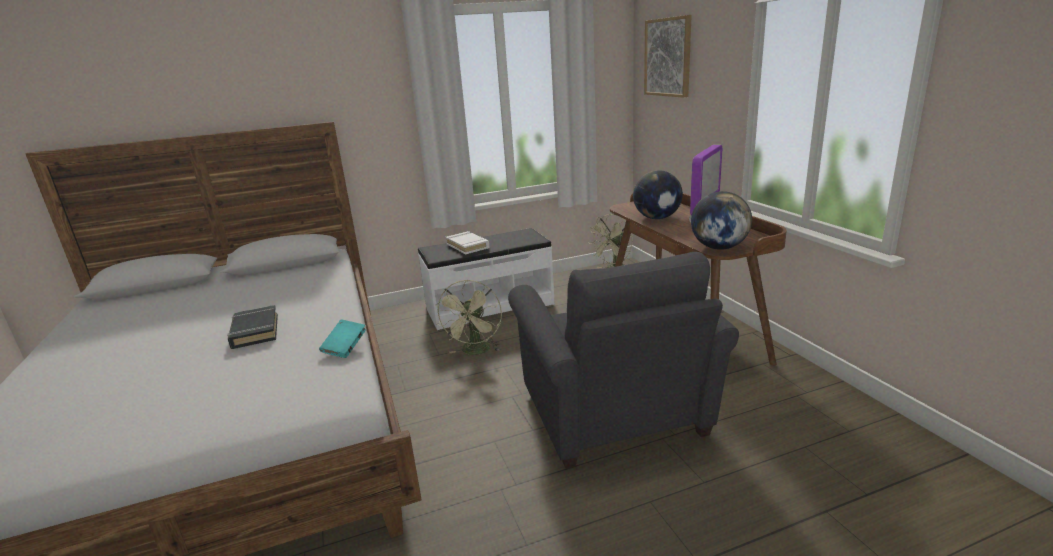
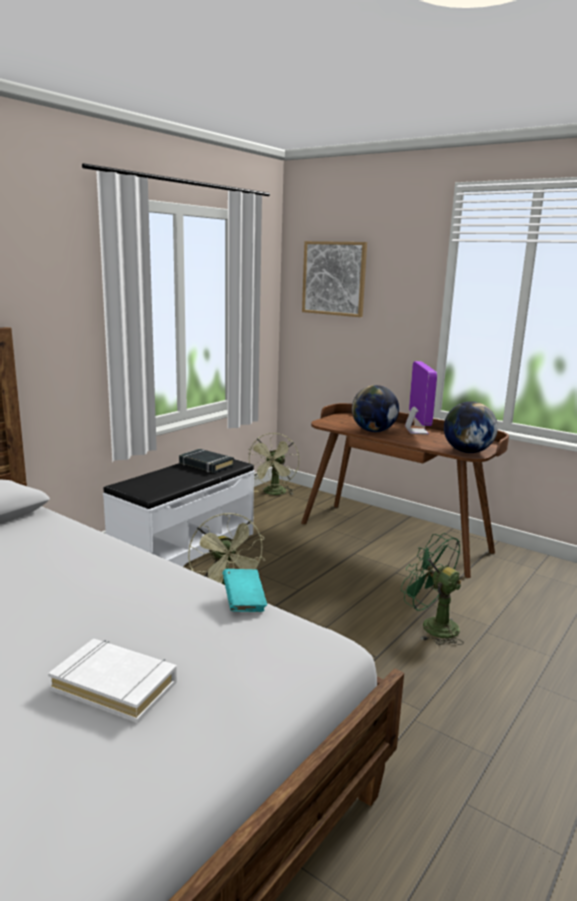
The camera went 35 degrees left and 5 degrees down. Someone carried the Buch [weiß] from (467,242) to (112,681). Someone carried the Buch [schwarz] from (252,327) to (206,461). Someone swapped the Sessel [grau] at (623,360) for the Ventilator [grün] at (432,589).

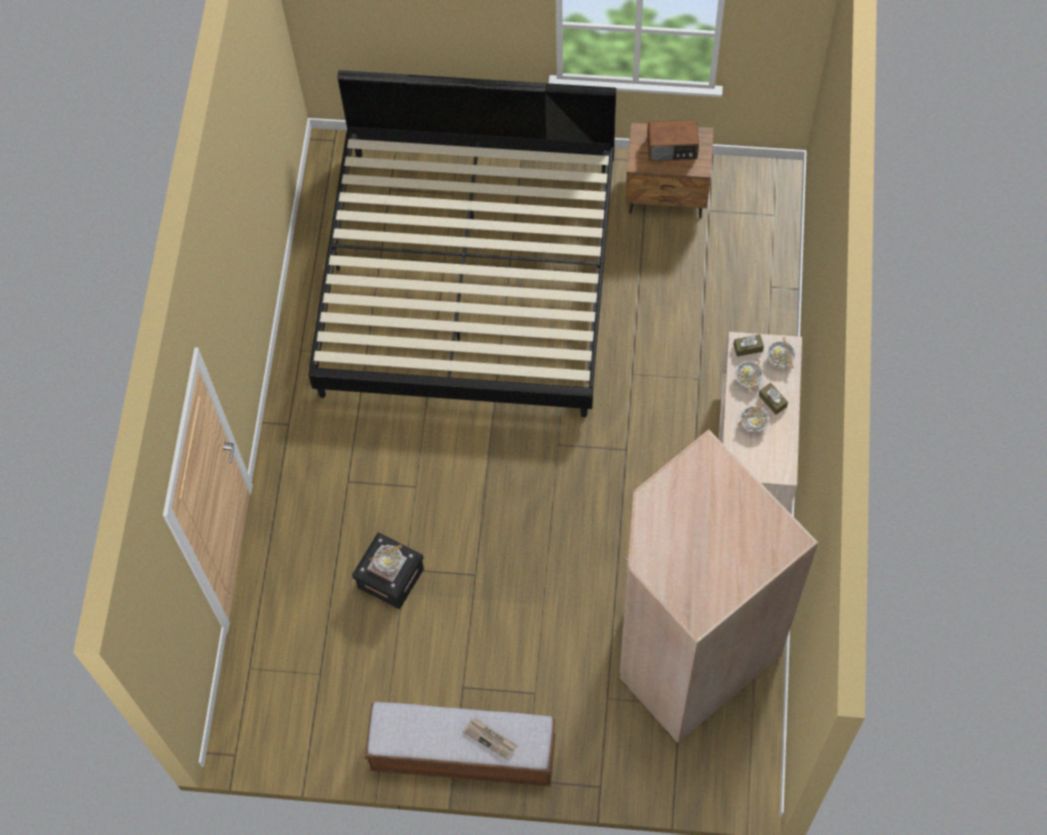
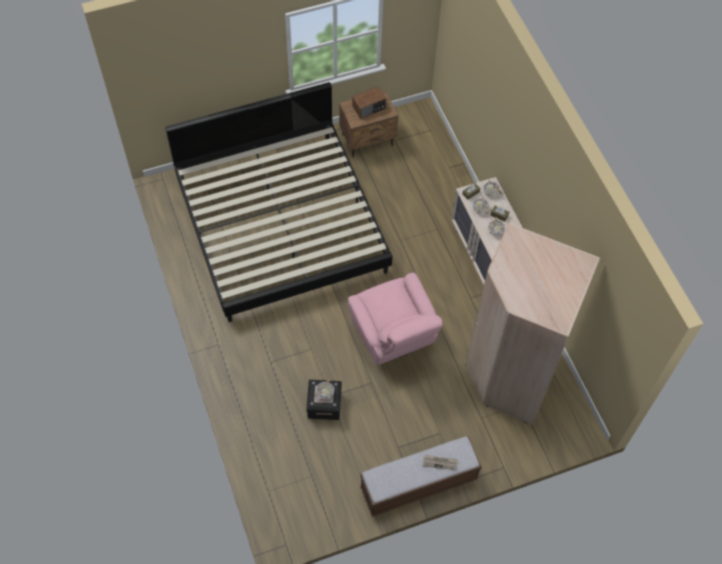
The camera went 30 degrees left and 5 degrees down. Someone put down the Sessel [rosa] at (395,319).

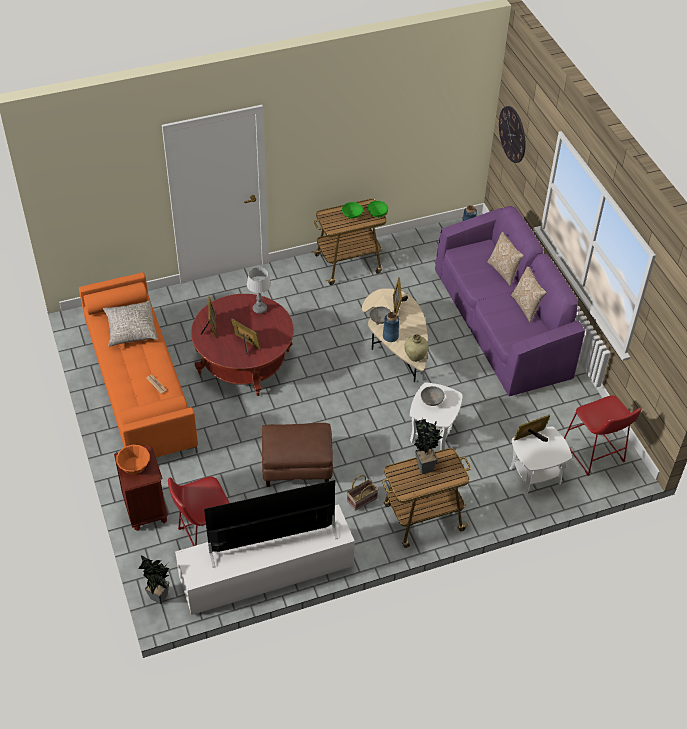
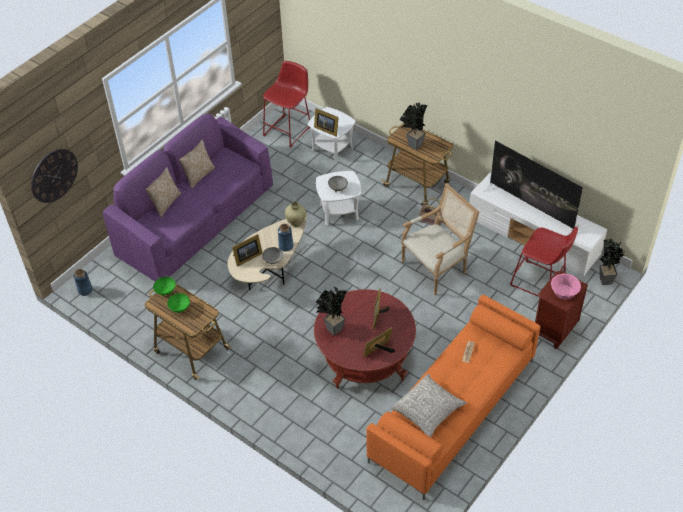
The camera went 120 degrees left and 0 degrees up. Someone swapped the Tischlampe at (259,290) for the Topfpflanze at (331,311). Someone swapped the Polsterhocker [braun] at (297,455) for the Sessel at (440,239). Someone repainted the Schüssel [orange] at (133,460), which became the Schüssel [rosa] at (566,287).

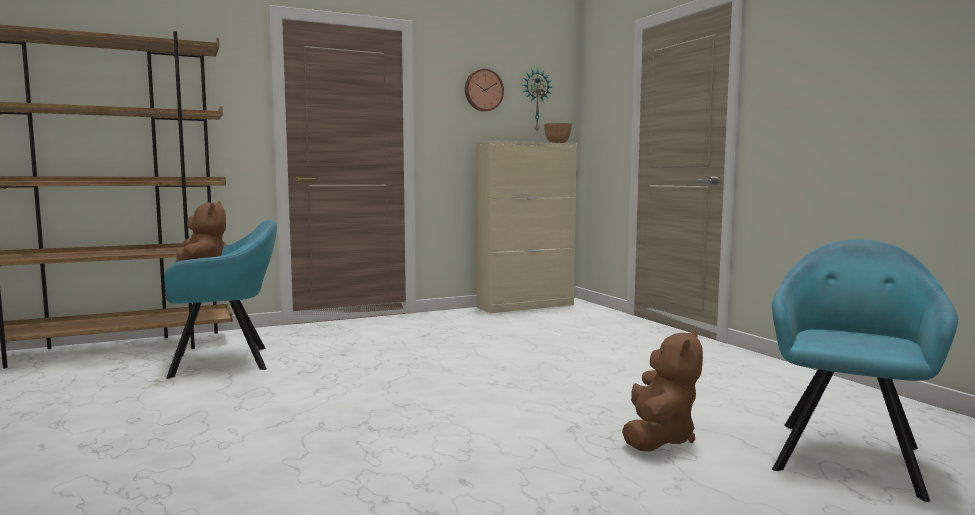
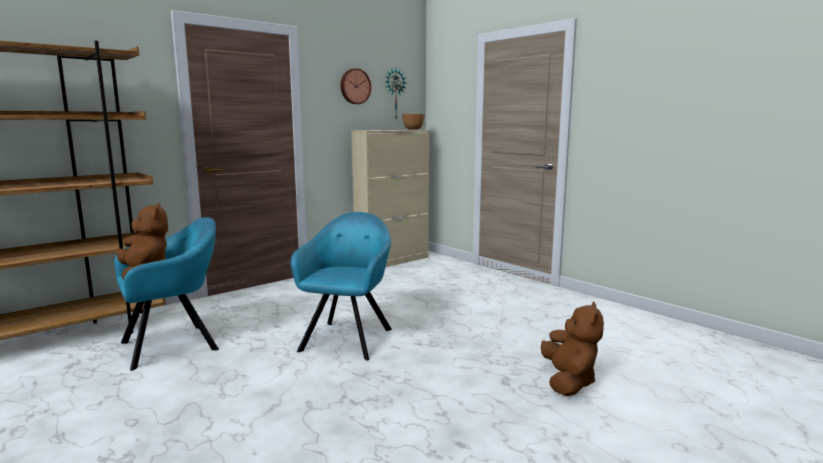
The camera went 15 degrees left and 5 degrees up. Someone carried the Sessel [türkis] from (865,370) to (341,286).

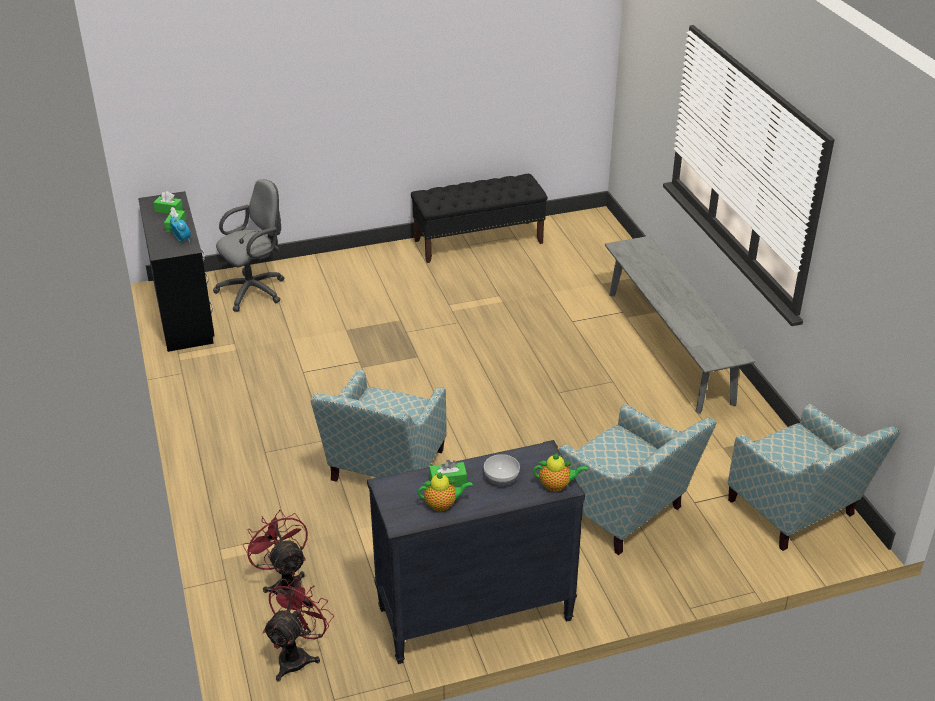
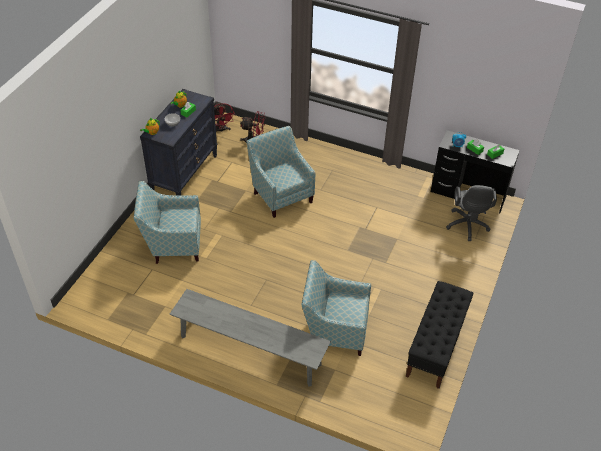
The camera went 130 degrees right and 10 degrees up. Someone carried the Sessel from (813,477) to (336,308).

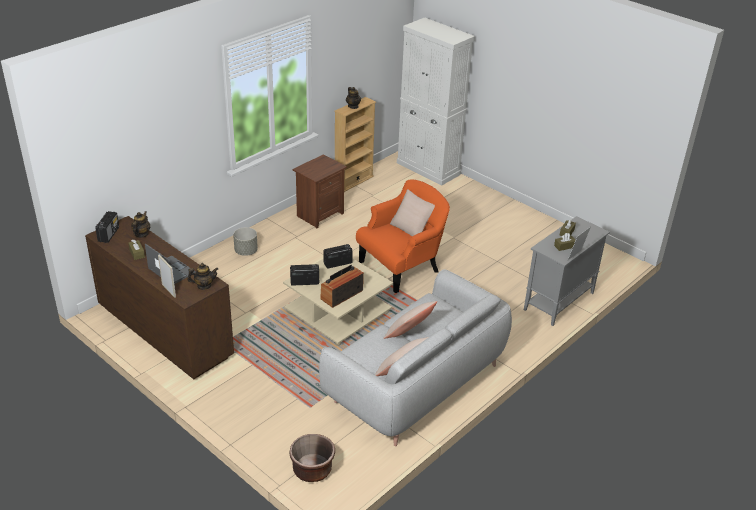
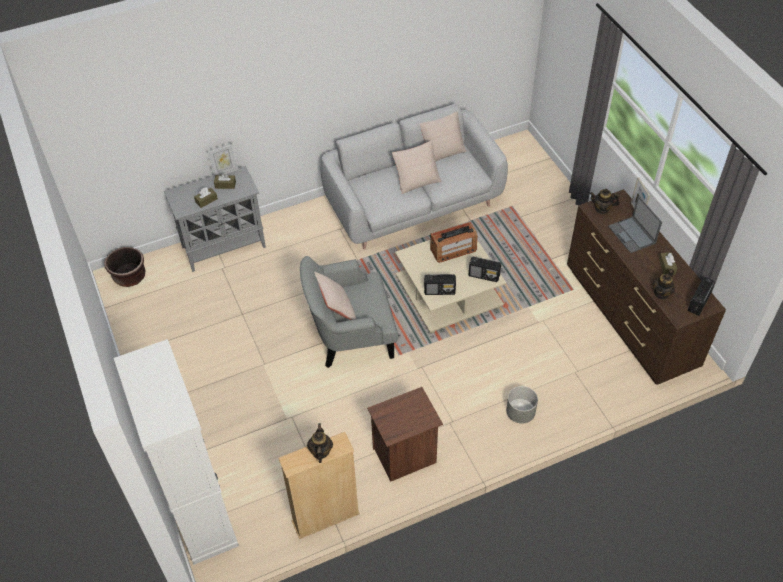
The camera went 155 degrees left and 15 degrees up. Someone carried the Pflanzkübel [braun] from (312,458) to (124,267). Someone repainted the Sessel [orange] at (403,236), which became the Sessel [grau] at (349,312).

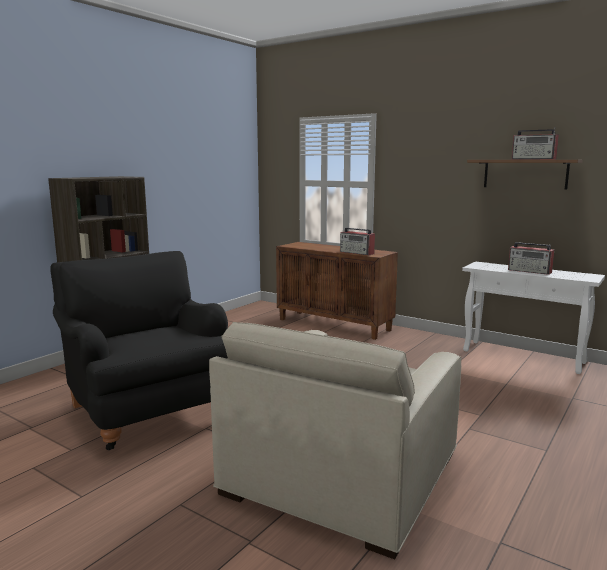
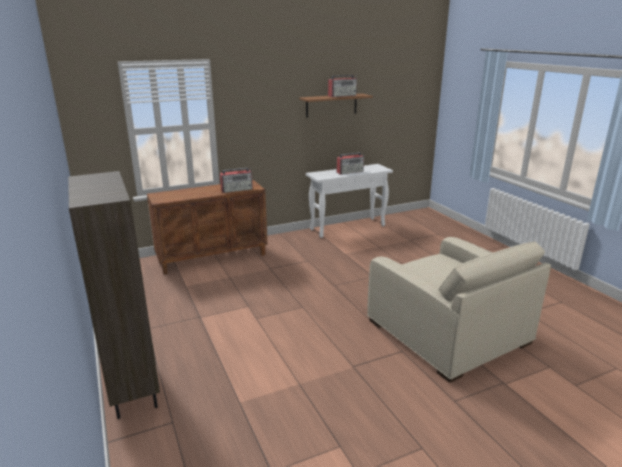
The camera went 60 degrees left and 10 degrees up. Someone took away the Sessel [schwarz] at (139,350).

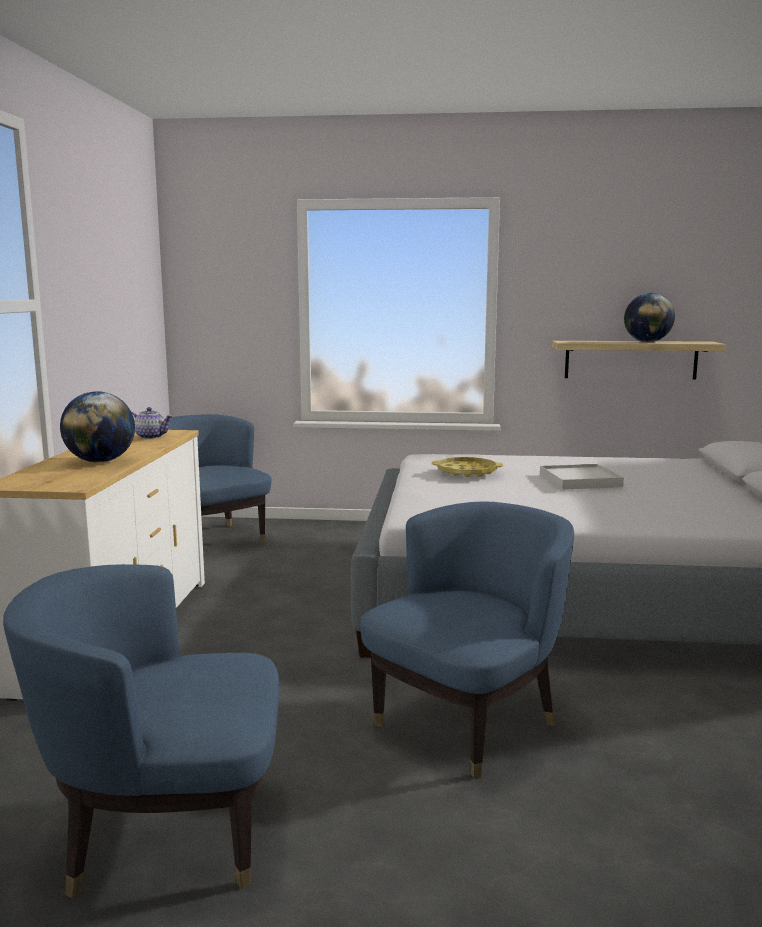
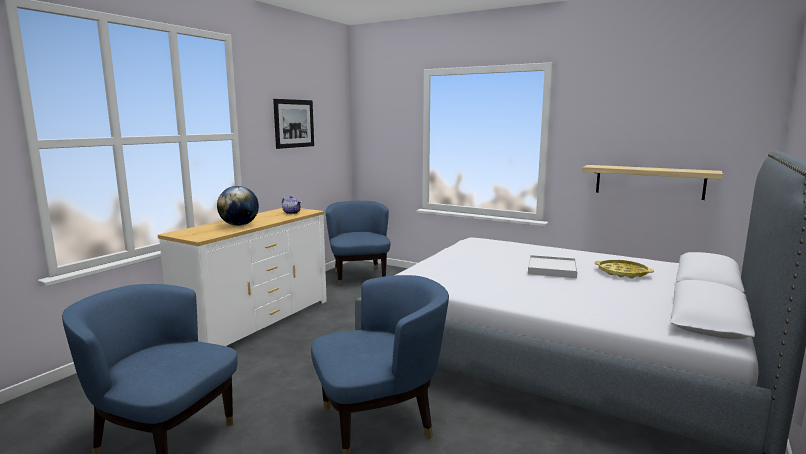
The camera went 25 degrees right and 0 degrees up. Someone put up the Bild at (293,124). Someone carried the Tablett [gelb] from (467,467) to (624,269). Someone took away the Globus at (649,317).

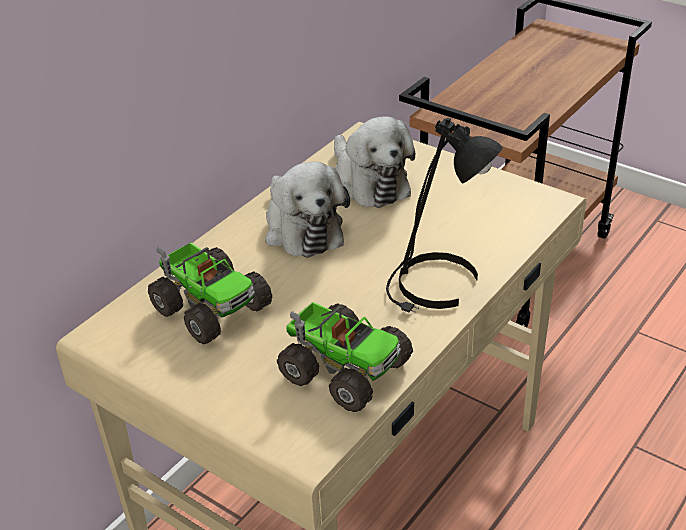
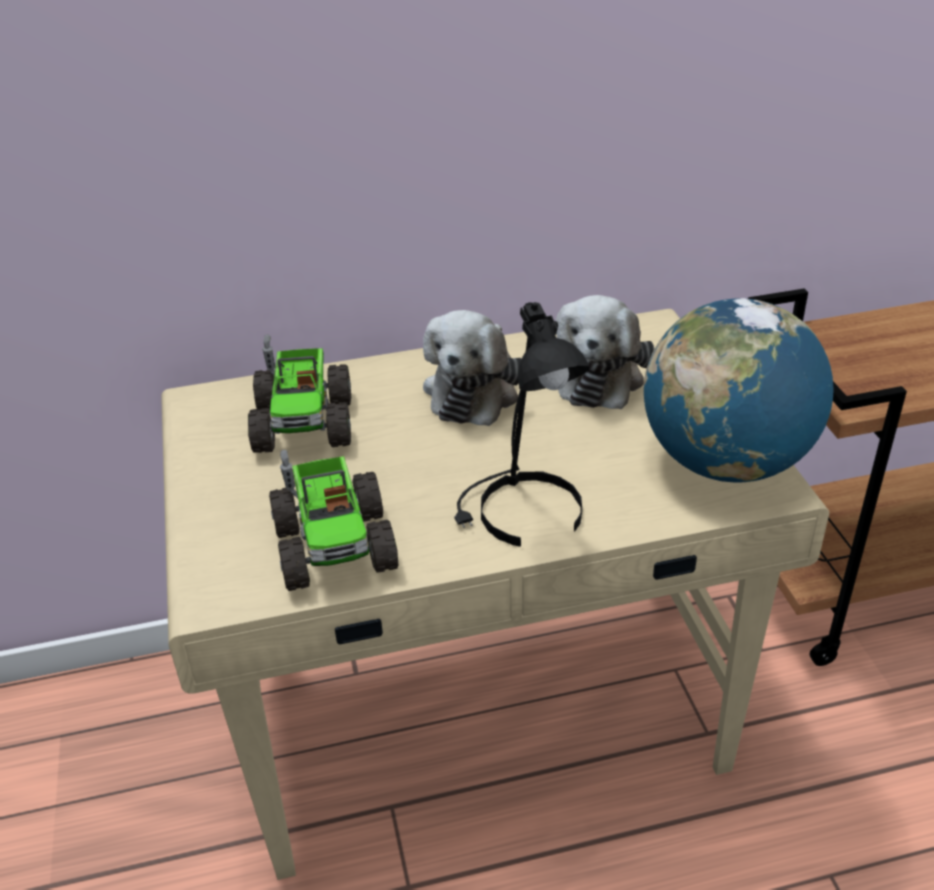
The camera went 40 degrees right and 0 degrees up. Someone put down the Globus at (739,390).

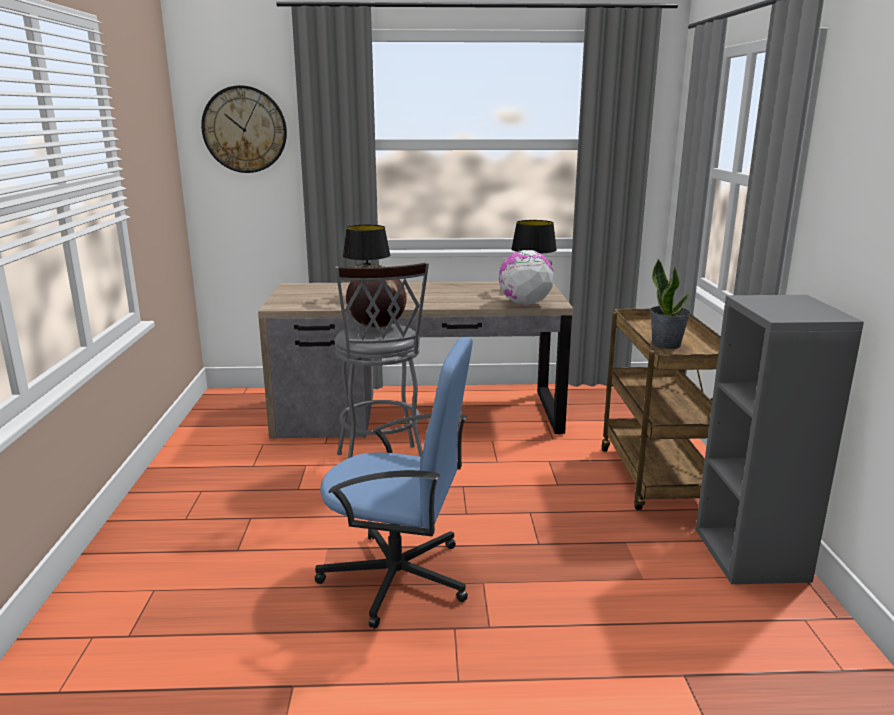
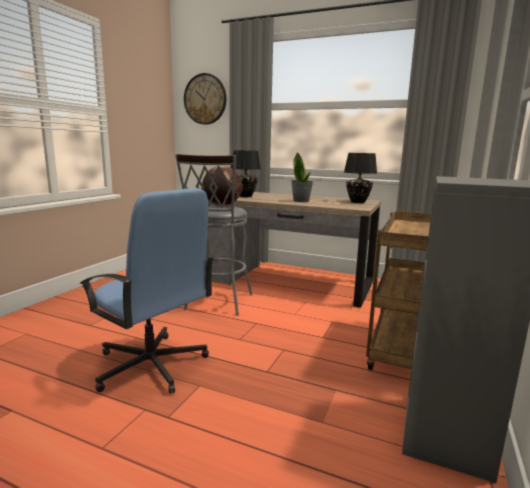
The camera went 25 degrees right and 5 degrees down. Someone carried the Topfpflanze from (670,304) to (302,177). Someone took away the Globus at (526,277).

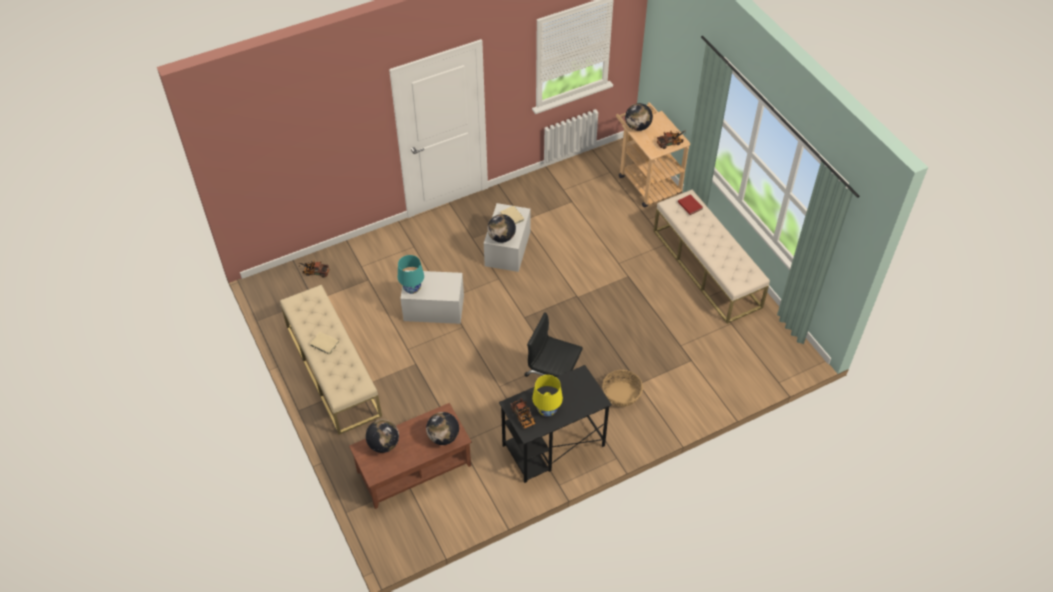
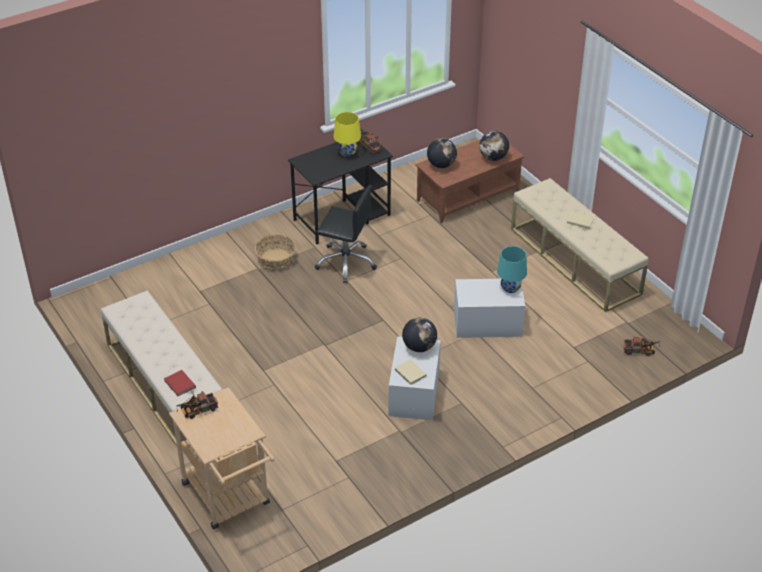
The camera went 175 degrees right and 10 degrees down. Someone took away the Globus at (639,117).

